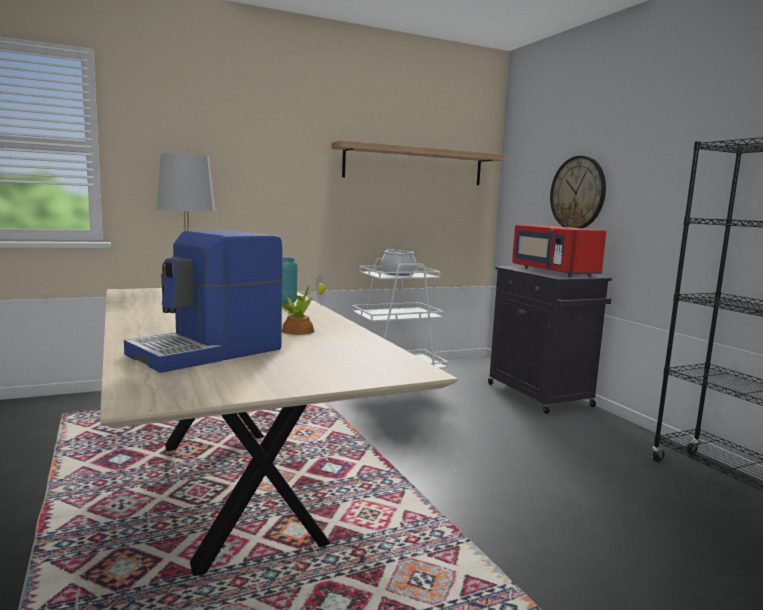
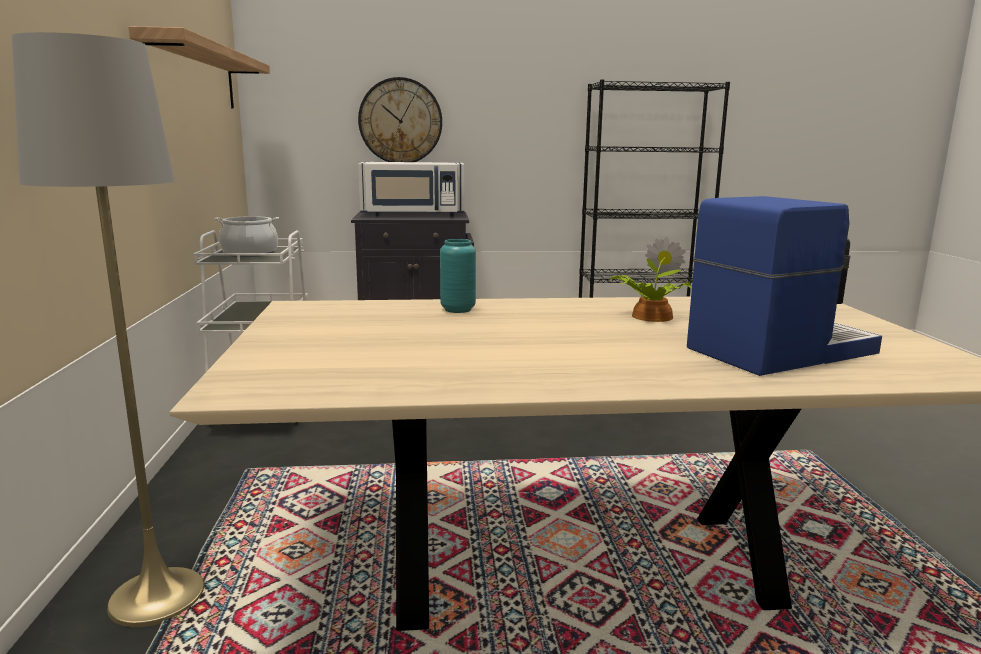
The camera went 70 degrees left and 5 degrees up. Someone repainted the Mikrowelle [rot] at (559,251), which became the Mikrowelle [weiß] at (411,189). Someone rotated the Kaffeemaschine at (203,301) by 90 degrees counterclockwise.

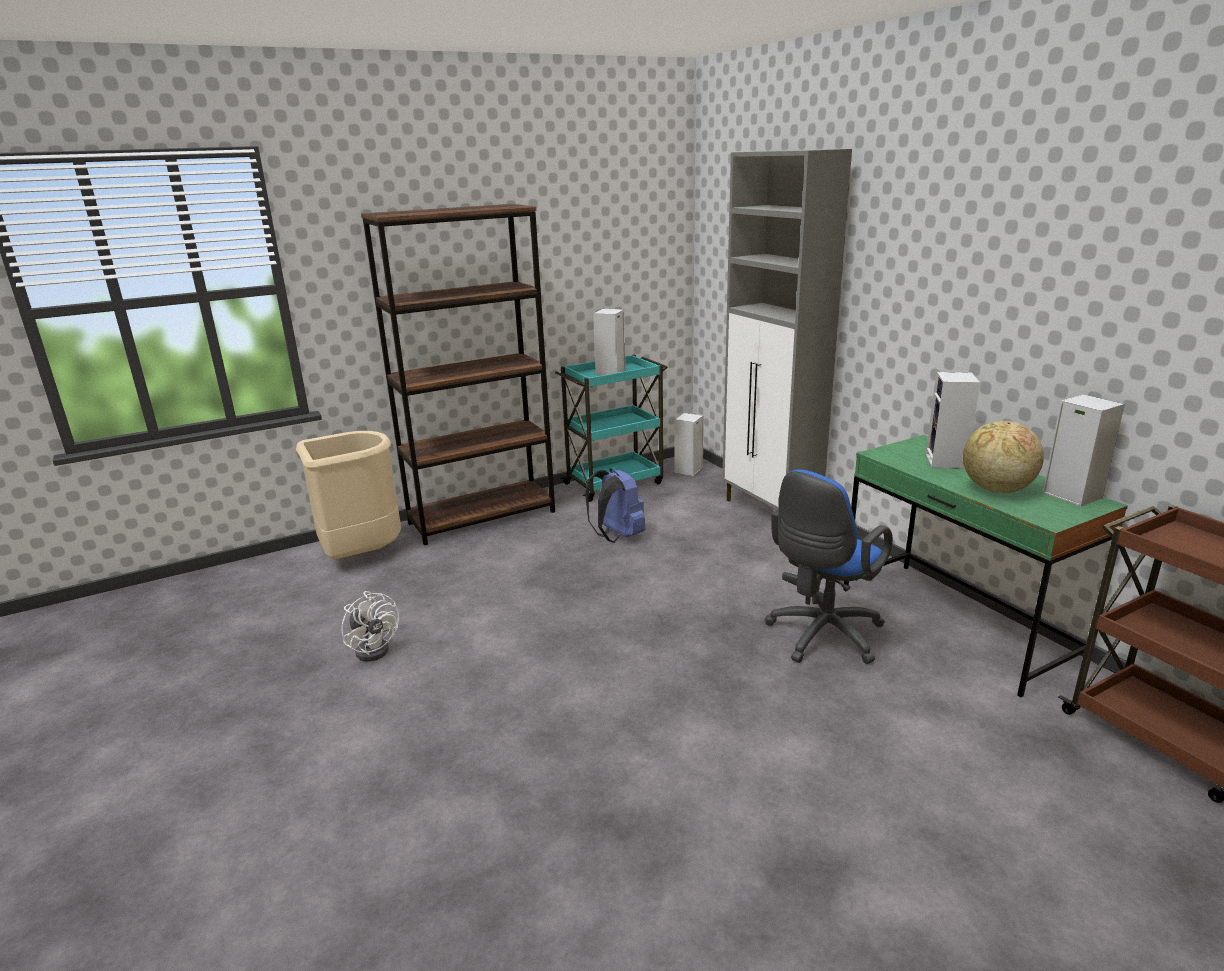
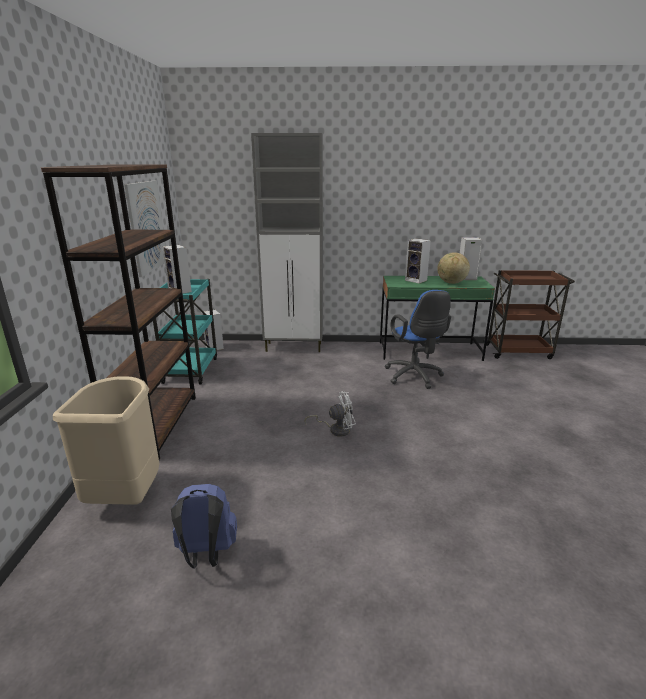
The camera went 60 degrees left and 0 degrees up. Someone put up the Bild at (145,228). Someone carried the Rucksack [blau] from (615,505) to (204,526). Someone carried the Ventilator [weiß] from (370,626) to (330,414).

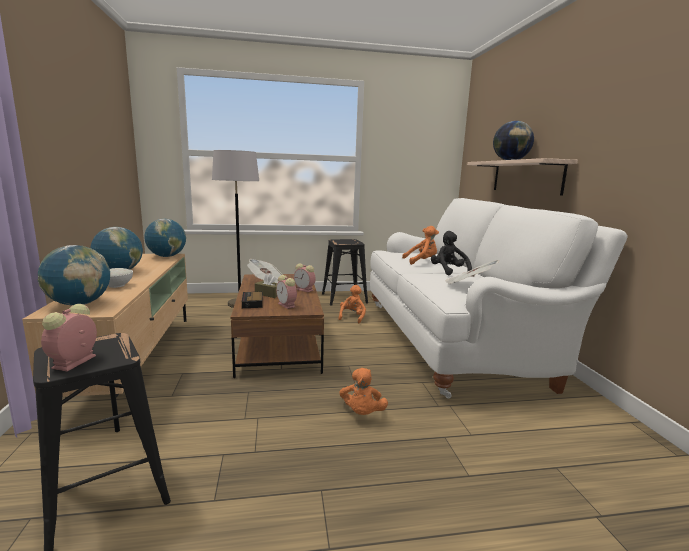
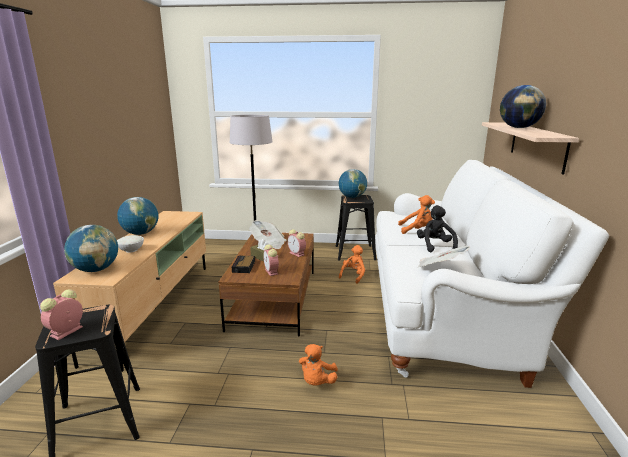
The camera went 15 degrees right and 5 degrees up. Someone carried the Globus from (165,238) to (353,183).

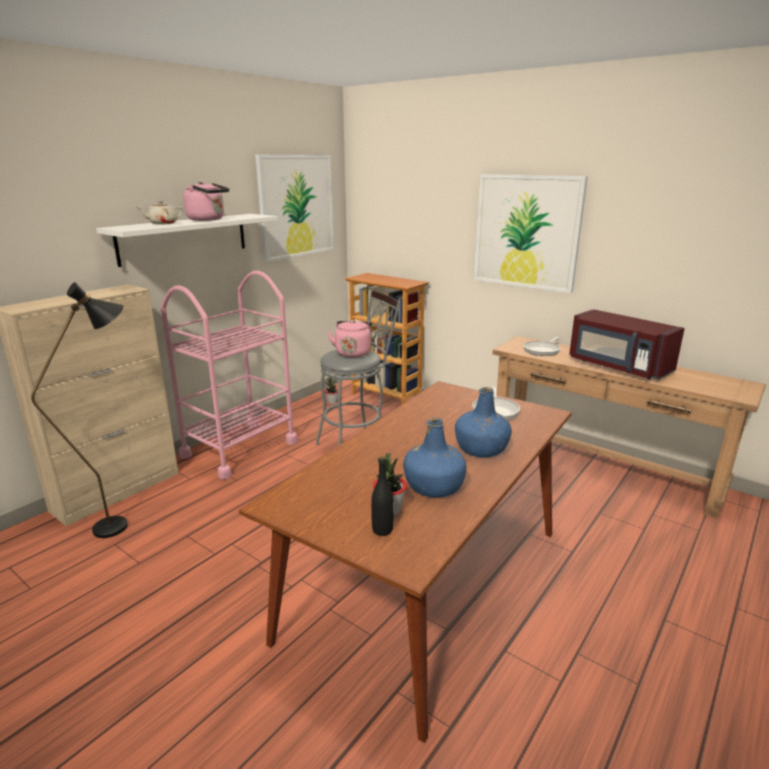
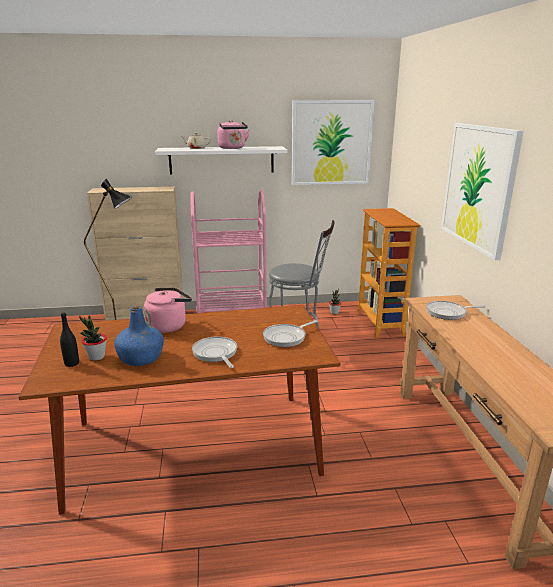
The camera went 45 degrees right and 0 degrees up. Someone carried the Wasserkessel [rosa] from (349,338) to (168,310). Someone swapped the Flasche [blau] at (483,422) for the Pfanne at (214,352). Someone took away the Mikrowelle [rot] at (627,344).

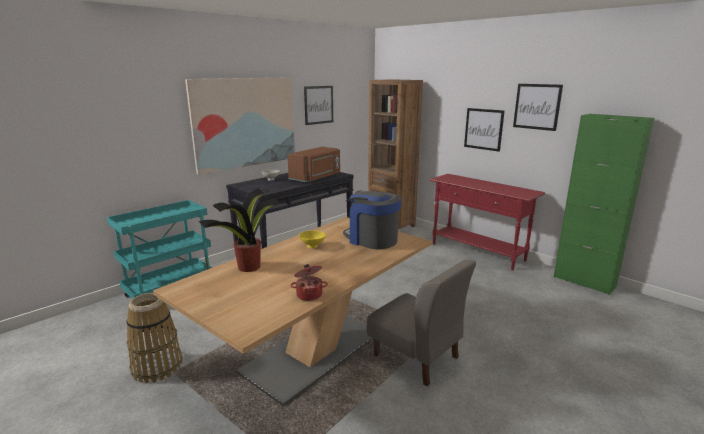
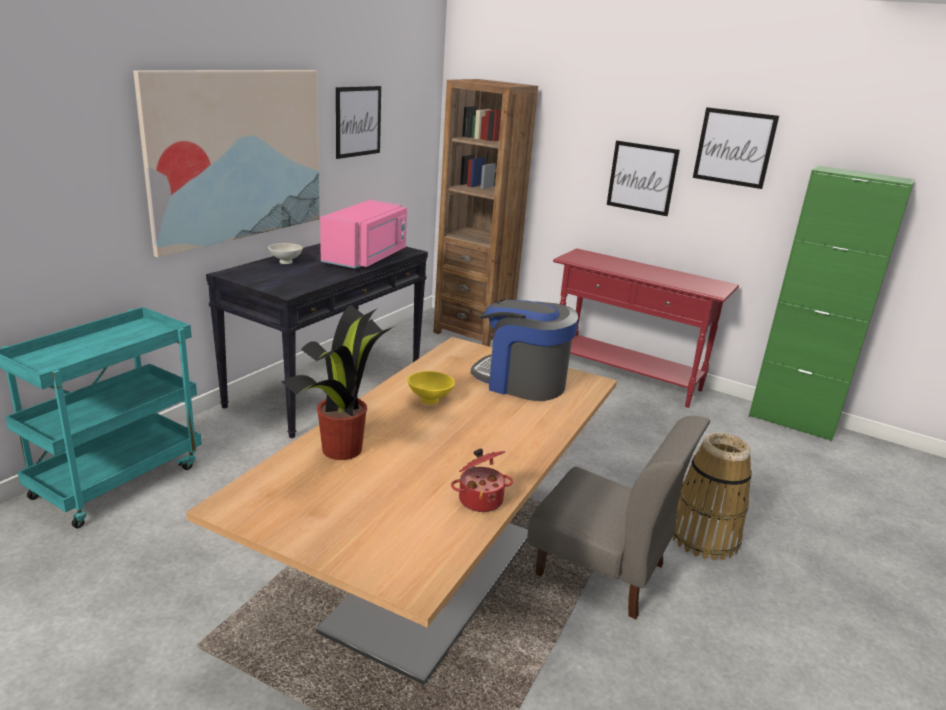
The camera went 15 degrees left and 5 degrees up. Someone repainted the Mikrowelle [braun] at (313,164), which became the Mikrowelle [rosa] at (363,234). Someone carried the Korb from (154,338) to (712,496).

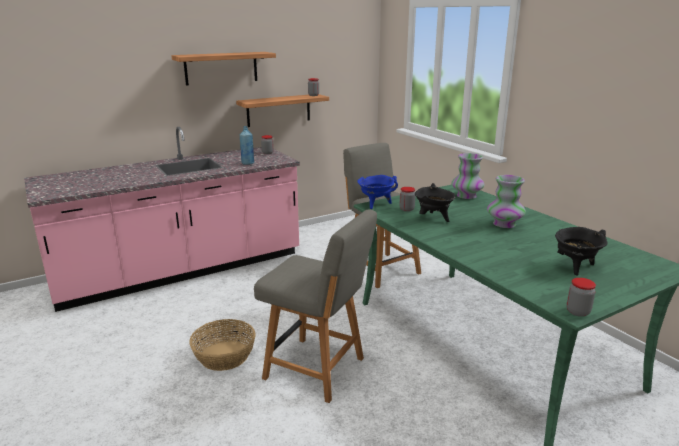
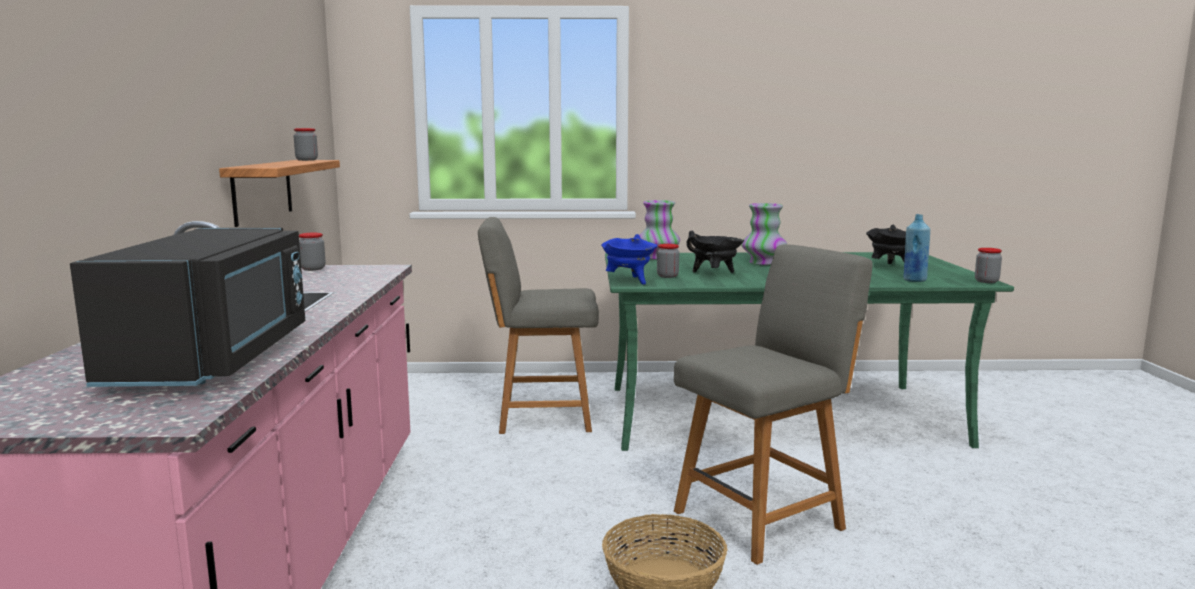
The camera went 60 degrees left and 10 degrees down. Someone put down the Mikrowelle [schwarz] at (187,307). Someone carried the Flasche [blau] from (247,145) to (916,248). Someone took away the Wandregal at (223,69).

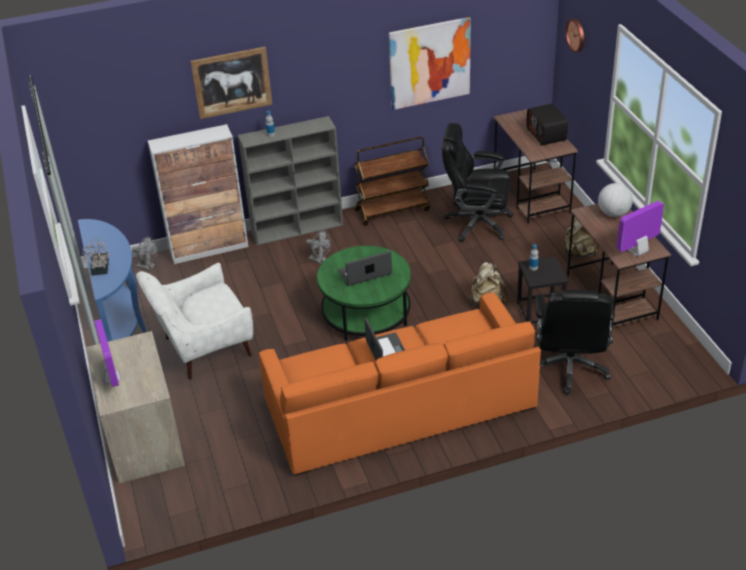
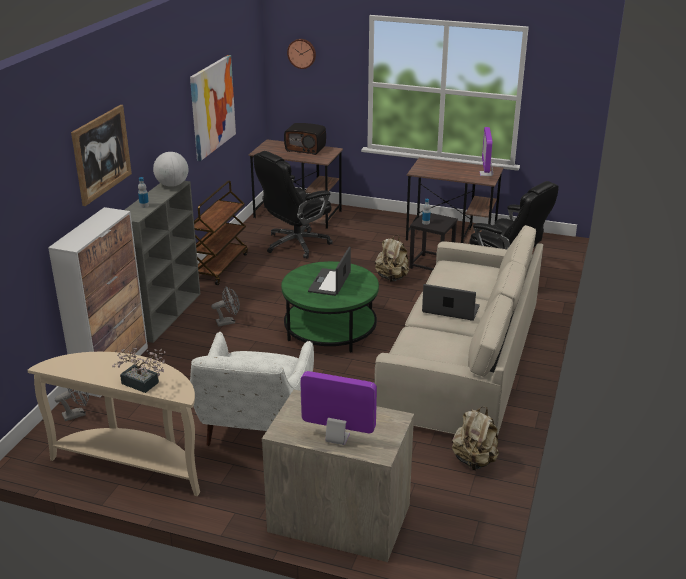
The camera went 55 degrees left and 10 degrees down. Someone repainted the Konsolentisch [blau] at (112,280), which became the Konsolentisch [beige] at (113,424). Someone carried the Globus from (615,200) to (170,169). Someone repainted the Sofa [orange] at (400,384), which became the Sofa [beige] at (458,330). Someone carried the Rucksack [beige] from (581,237) to (475,438).

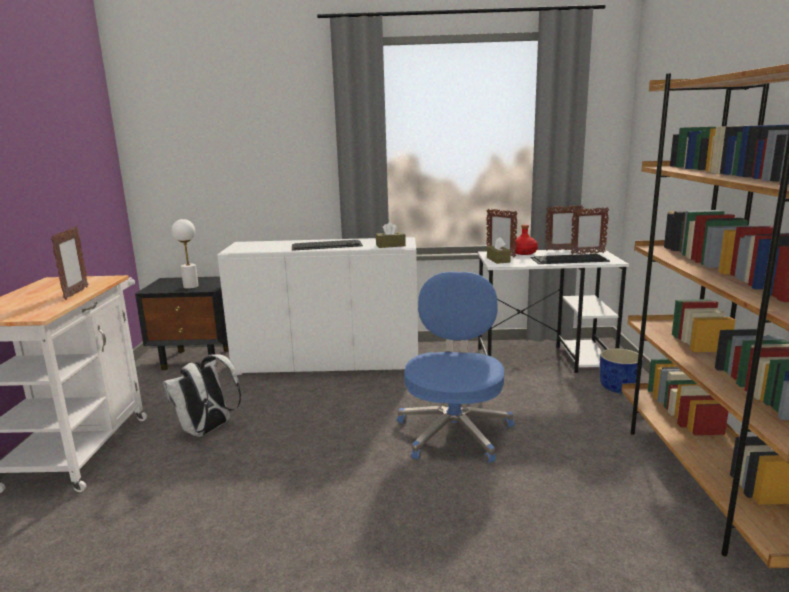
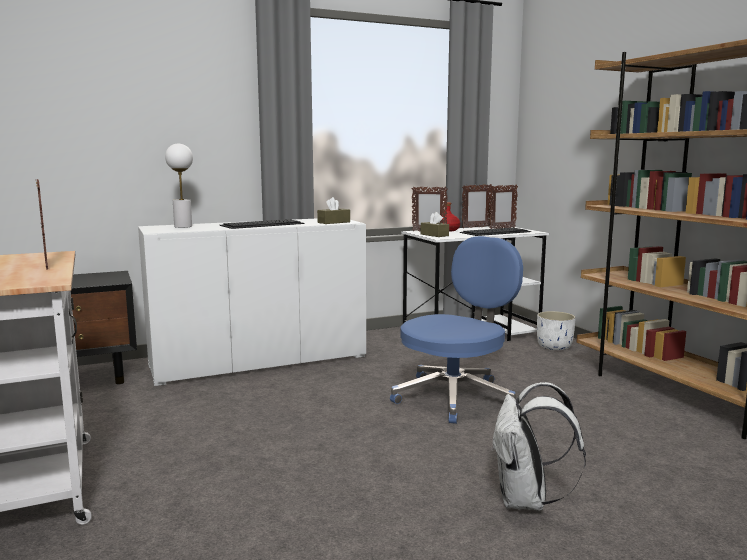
The camera went 25 degrees left and 5 degrees down. Someone carried the Tischlampe [weiß] from (185,254) to (179,186). Someone rotated the Bürostuhl [blau] at (455,367) by 60 degrees clockwise. Someone carried the Rucksack [weiß] from (201,395) to (538,446). Someone repainted the Pflanzkübel [blau] at (621,371), which became the Pflanzkübel [weiß] at (556,330).

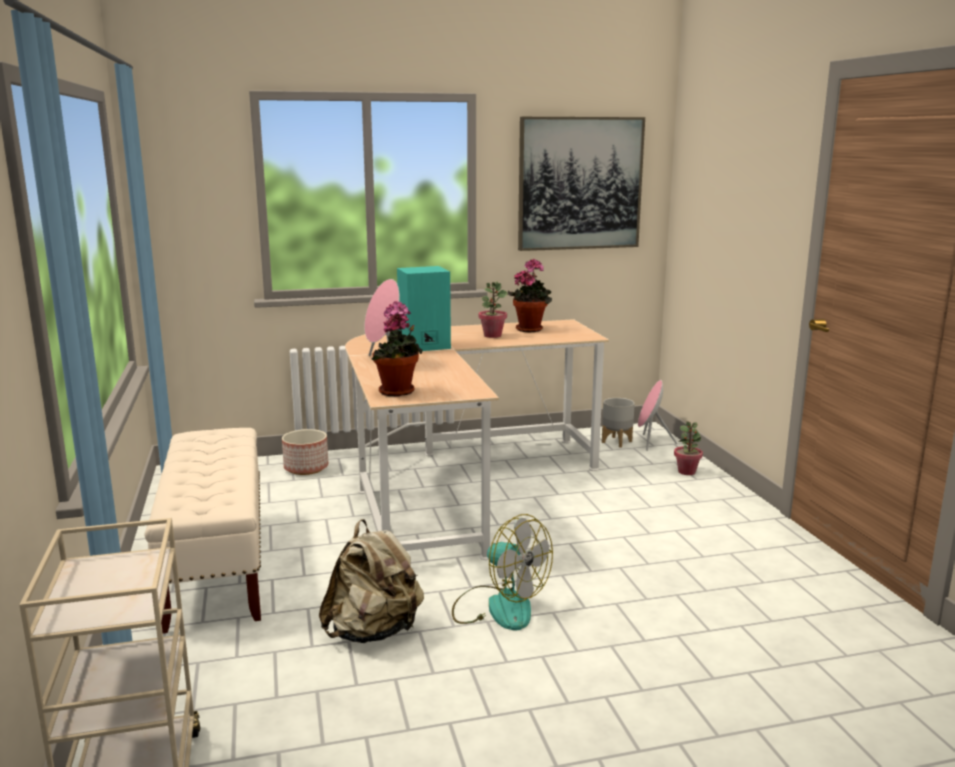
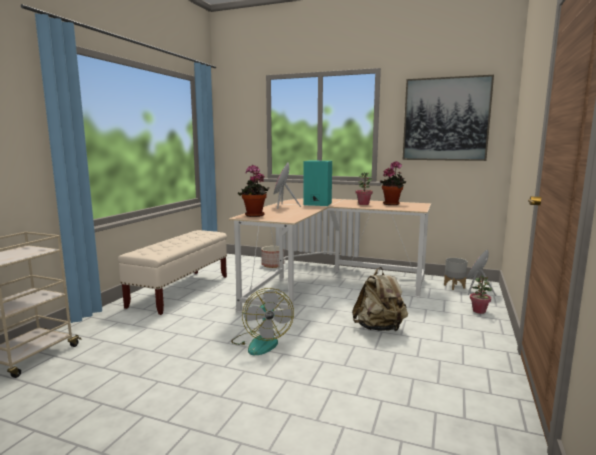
The camera went 35 degrees right and 5 degrees down. Someone carried the Rucksack [beige] from (371,581) to (380,299).

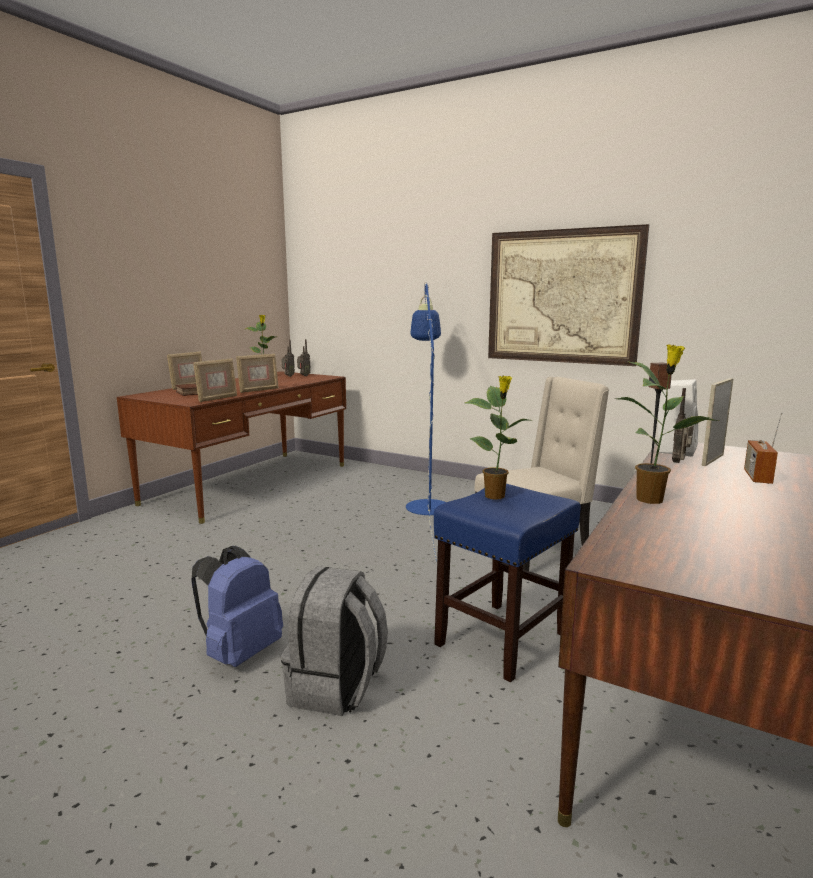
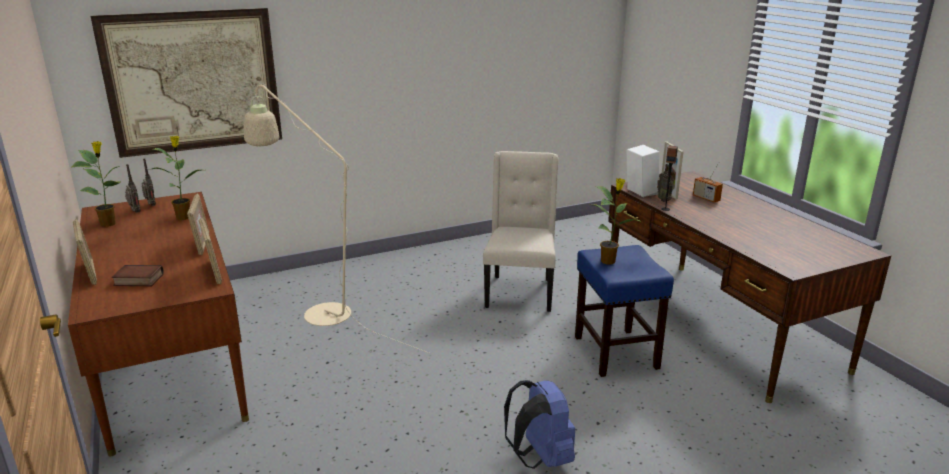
The camera went 55 degrees left and 10 degrees up. Someone carried the Bild from (568,295) to (186,83). Someone carried the Topfpflanze from (666,424) to (177,178). Someone put down the Stehlampe [beige] at (336,218). Someone took away the Rucksack [grau] at (334,641). Someone took away the Stehlampe [blau] at (426,421).

